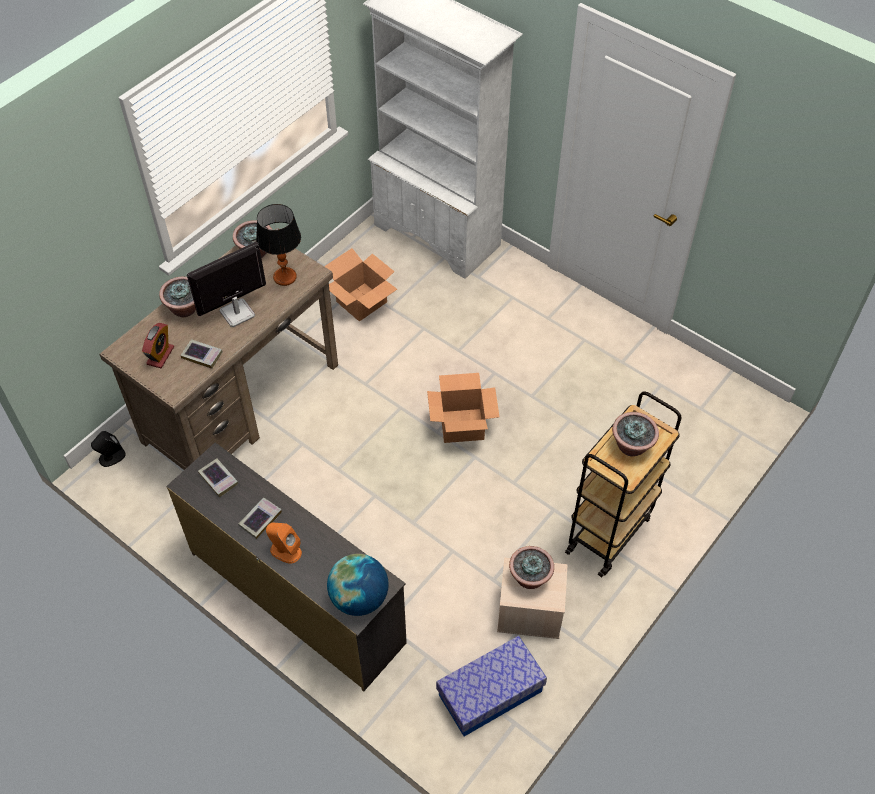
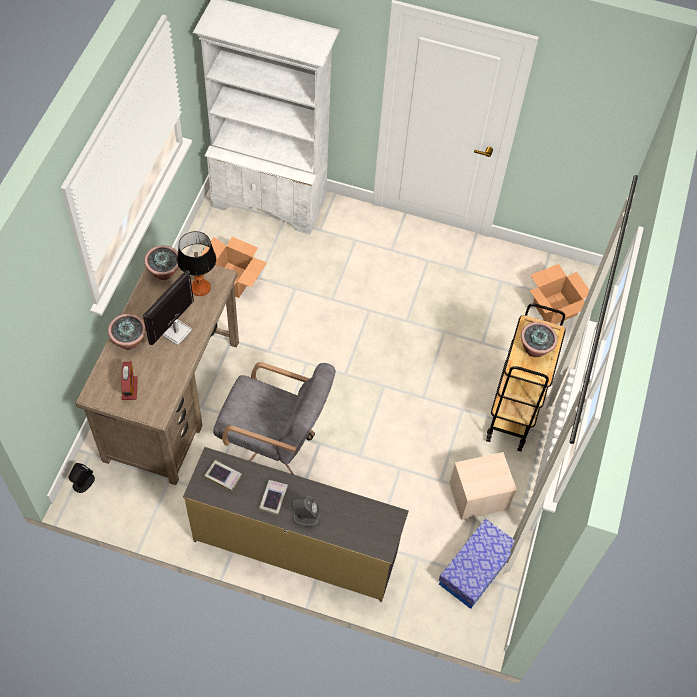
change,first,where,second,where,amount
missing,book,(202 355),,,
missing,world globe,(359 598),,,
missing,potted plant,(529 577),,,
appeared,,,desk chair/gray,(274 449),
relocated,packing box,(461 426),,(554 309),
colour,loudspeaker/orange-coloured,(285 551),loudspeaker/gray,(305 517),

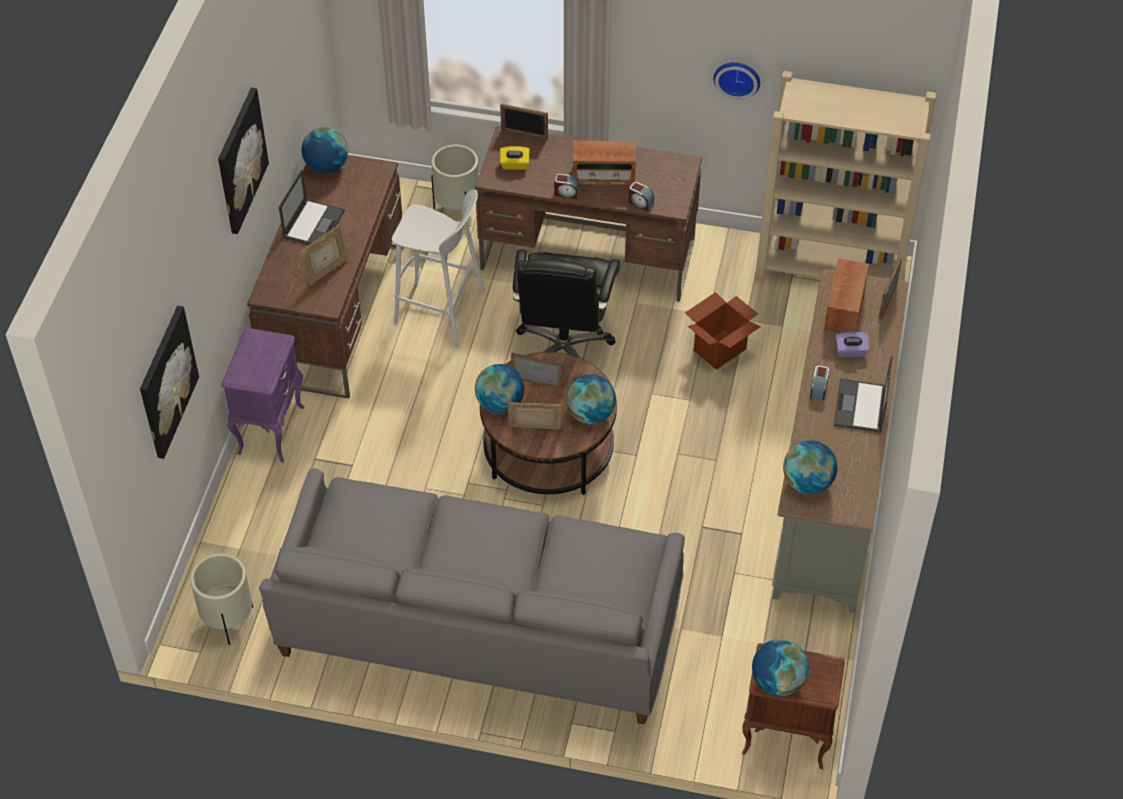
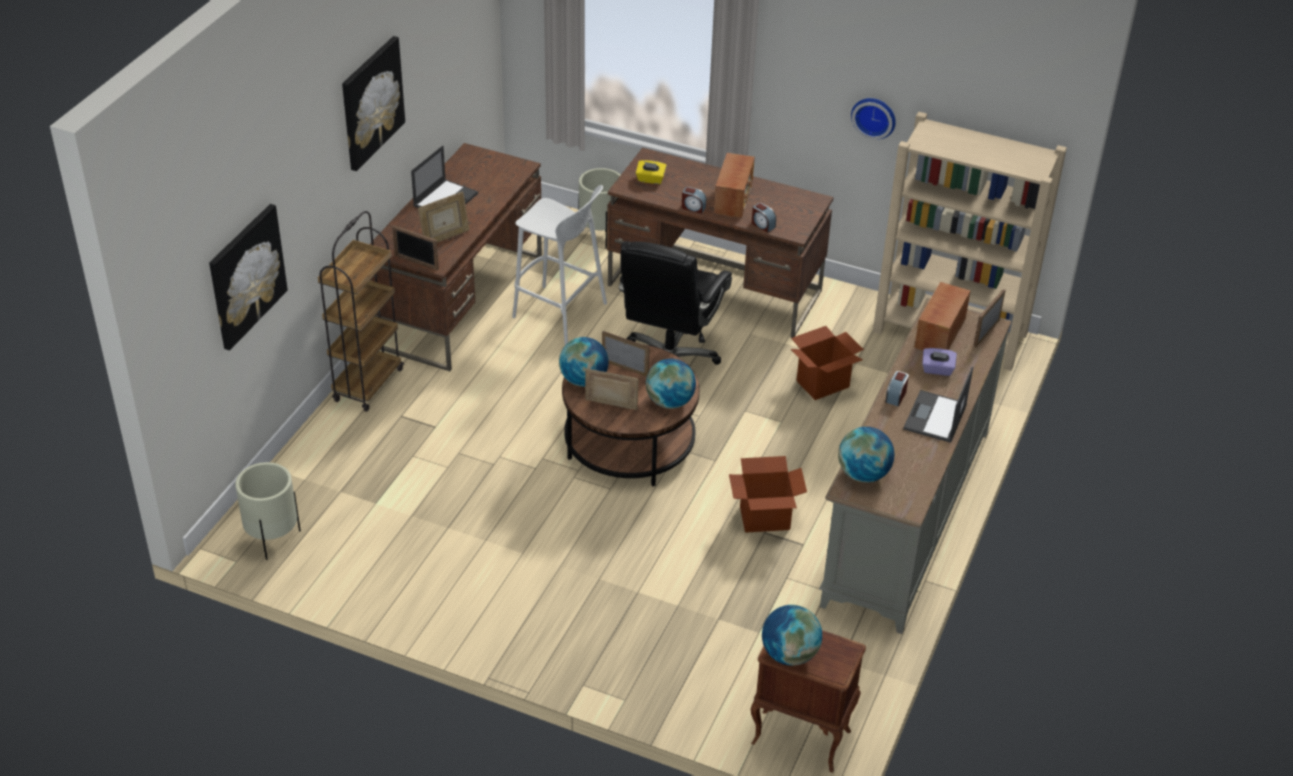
change,first,where,second,where,amount
missing,couch/gray,(478 627),,,
missing,world globe,(326 166),,,
appeared,,,packing box,(764 518),
relocated,photo frame,(524 134),,(416 262),
exchanged,night table/purple-coloured,(271 430),wheeled cart/brown,(367 386),
spun,radio,(603 175),,(733 199),90 degrees counterclockwise

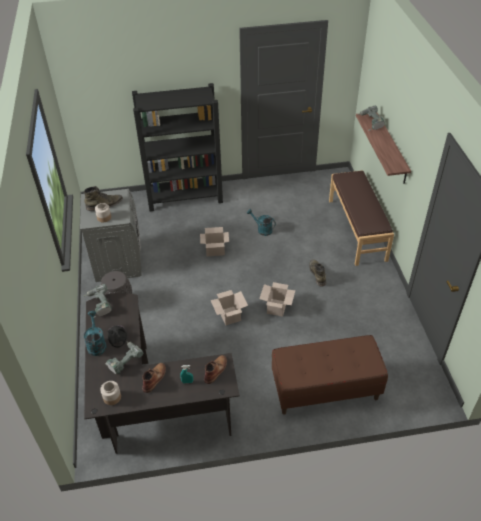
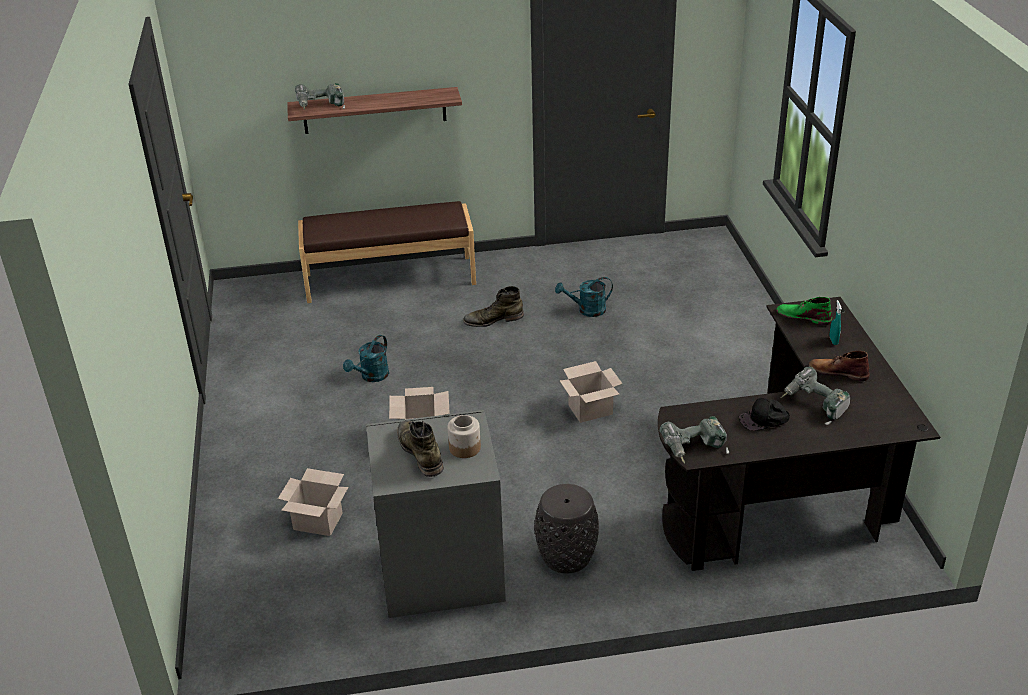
change,first,where,second,where,amount
missing,storage jar,(112 397),,,
missing,shelving unit/black,(185 196),,,
missing,long seat/brown,(325 389),,,
relocated,watering can/blue-green,(96 344),,(587 310),
relocated,packing box,(277 308),,(319 521),
colour,boot/brown,(216 370),boot/green,(803 316),

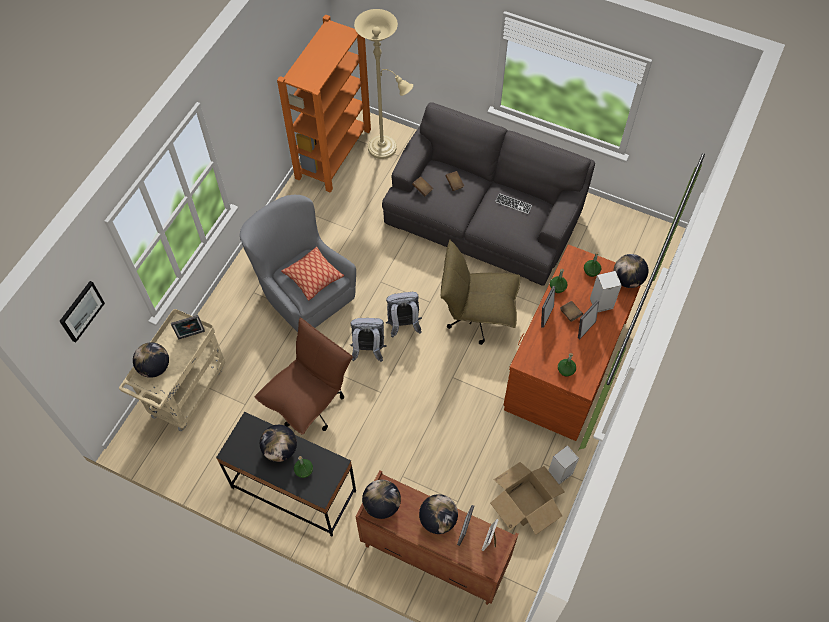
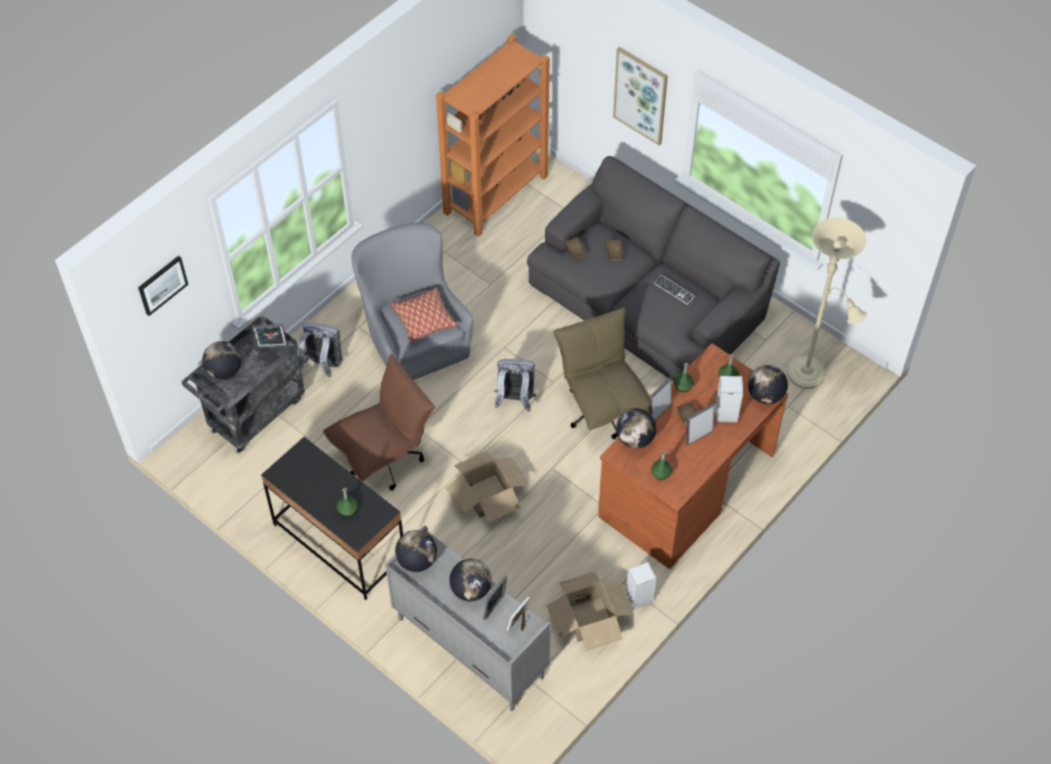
change,first,where,second,where,amount
appeared,,,packing box,(487 496),
appeared,,,wall art,(641 95),
relocated,world globe,(280 450),,(635 439),
relocated,rucksack/gray,(368 350),,(323 365),
relocated,floor lamp/beige,(386 149),,(810 376),
colour,wheeled cart/beige,(187 396),wheeled cart/black,(254 419),
colour,storage cabinet/brown,(434 556),storage cabinet/gray,(469 647),
spun,desk chair/beige,(477 316),,(602 410),45 degrees clockwise

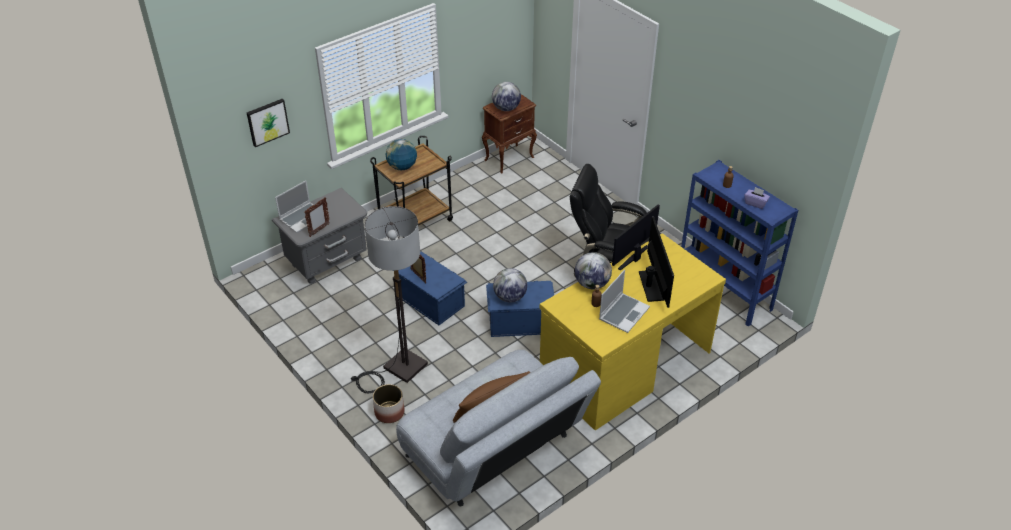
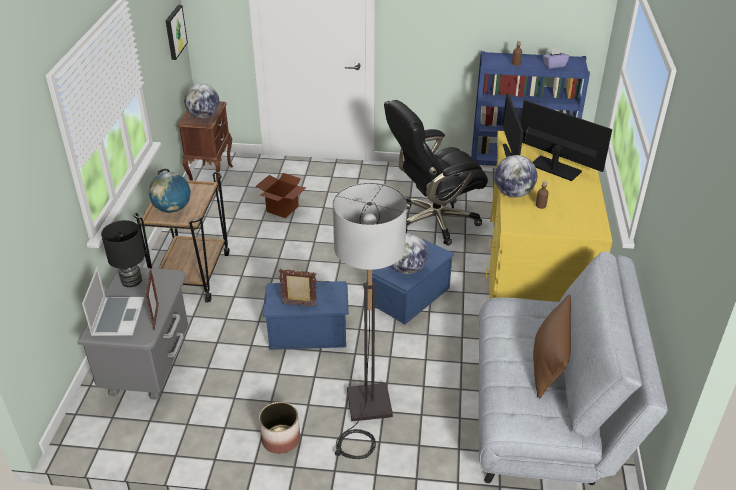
change,first,where,second,where,amount
missing,laptop,(623 313),,,
appeared,,,table lamp/black,(131 280),
appeared,,,packing box,(282 209),
relocated,wall art,(267 122),,(174 32),
relocated,plant pot,(389 412),,(280 439),

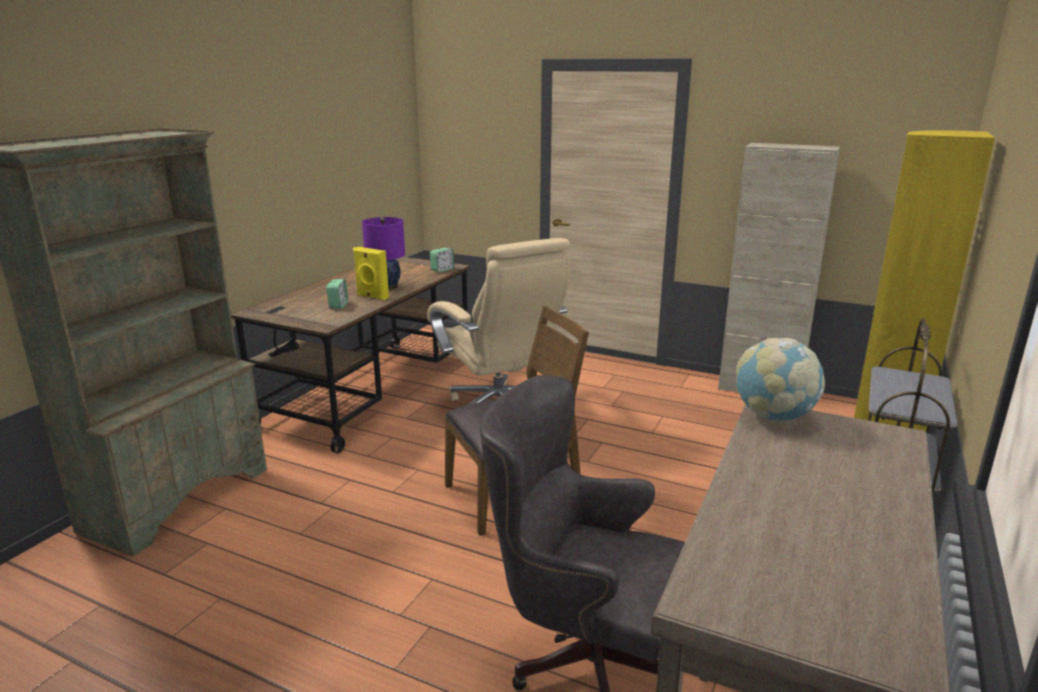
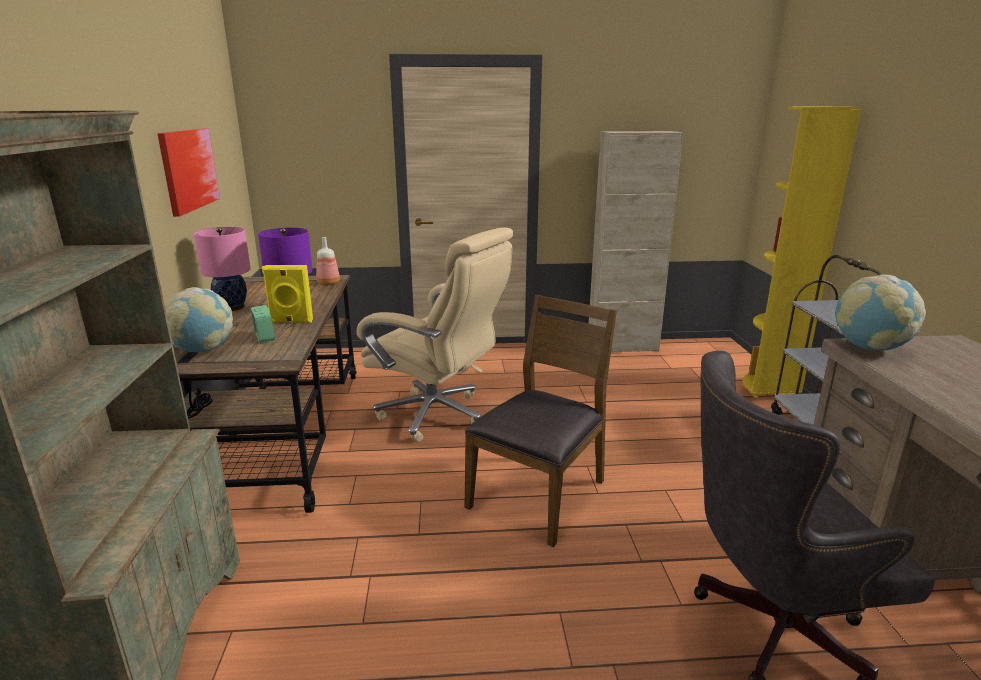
change,first,where,second,where,amount
appeared,,,wall art,(188 169),
appeared,,,world globe,(203 350),
appeared,,,table lamp/pink-coloured,(232 307),
exchanged,table clock,(442 270),drink bottle,(328 283),

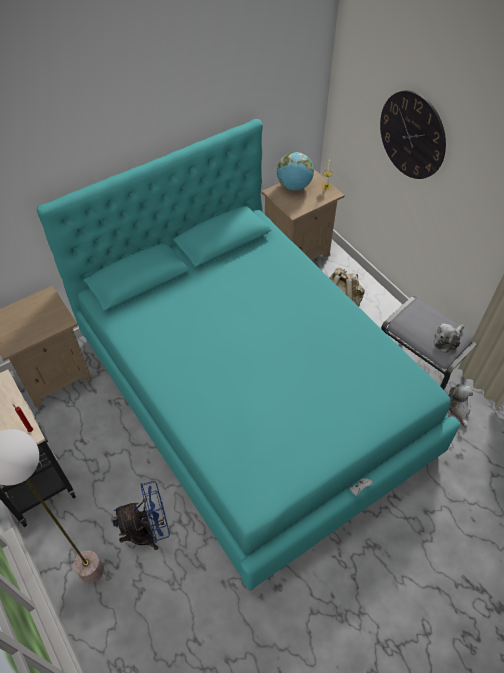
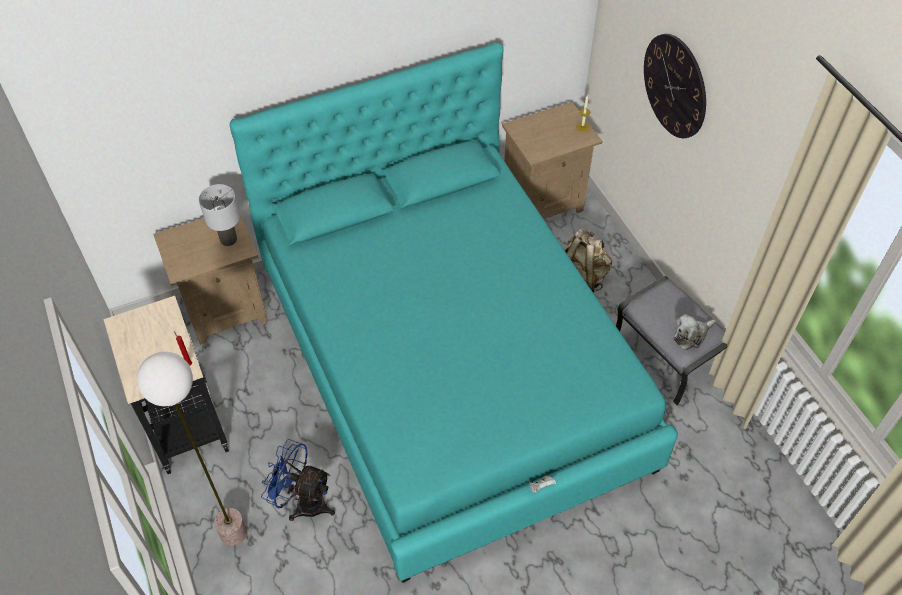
change,first,where,second,where,amount
missing,world globe,(294 186),,,
missing,cuddly toy,(458 408),,,
appeared,,,table lamp/whitish,(228 241),
spun,electric fan/blue,(149 532),,(303 502),150 degrees counterclockwise

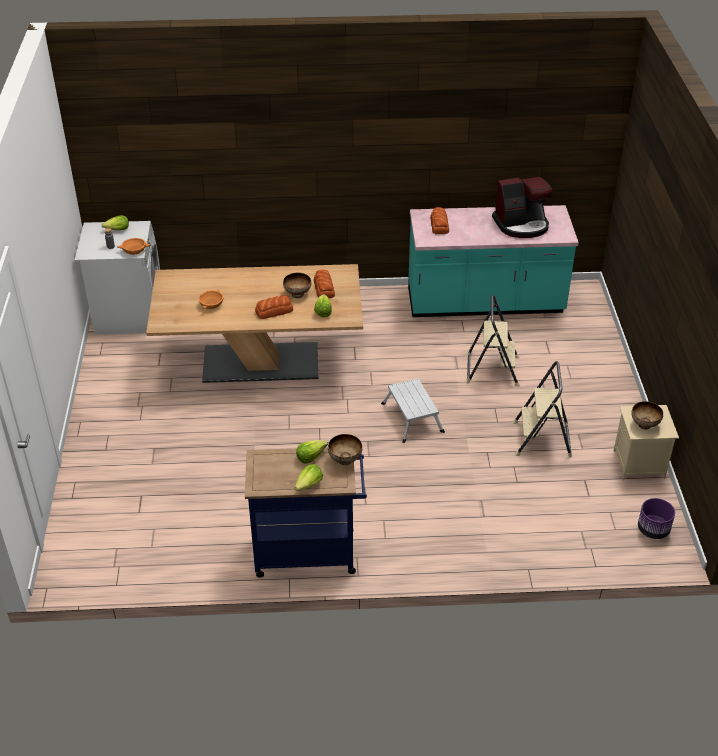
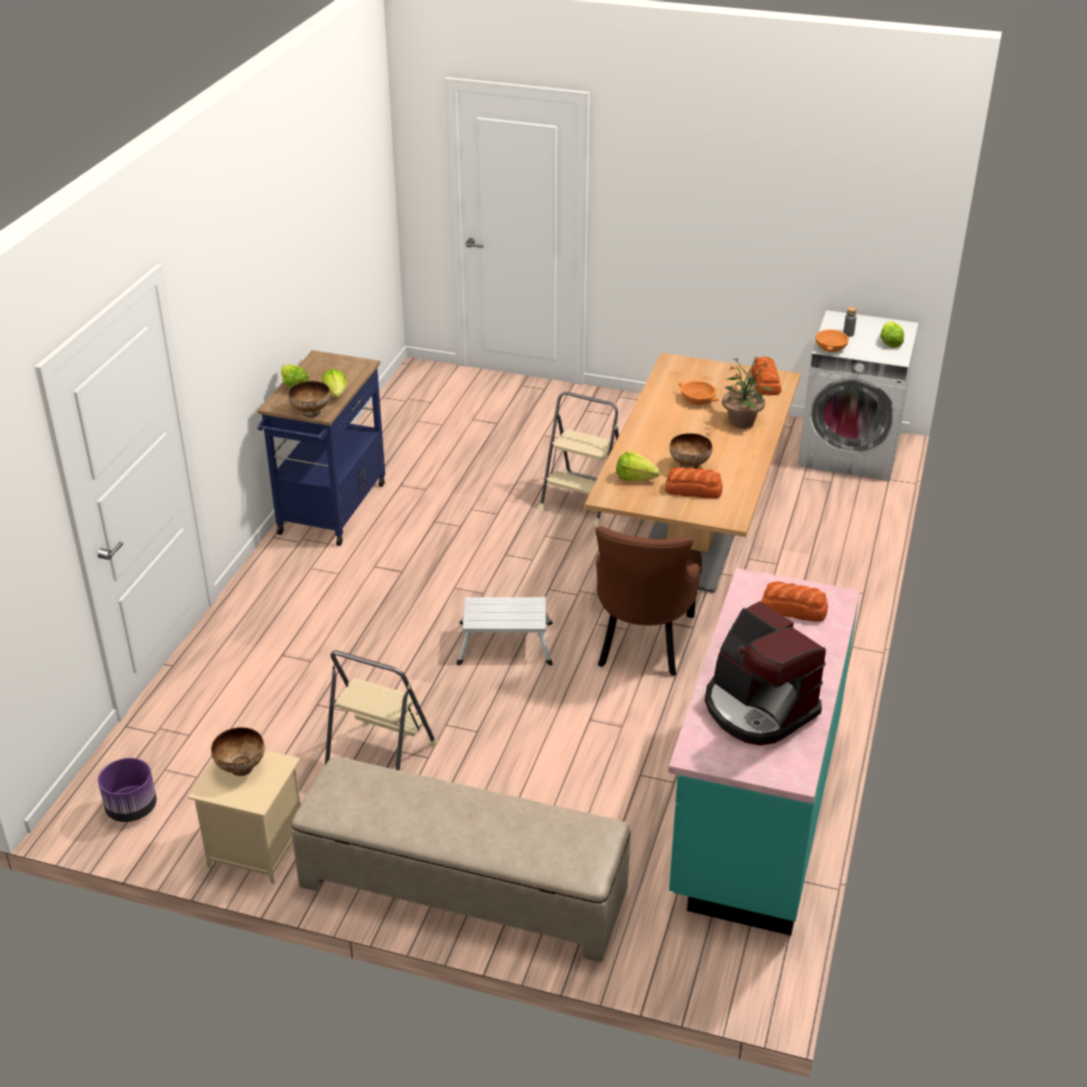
change,first,where,second,where,amount
appeared,,,long seat/beige,(461 887),
appeared,,,upright chair/brown,(643 638),
appeared,,,potted plant,(742 421),
relocated,bread,(274 311),,(765 383),
relocated,step ladder/beige,(490 369),,(584 497),
spun,coffee maker,(521 225),,(758 708),45 degrees counterclockwise

